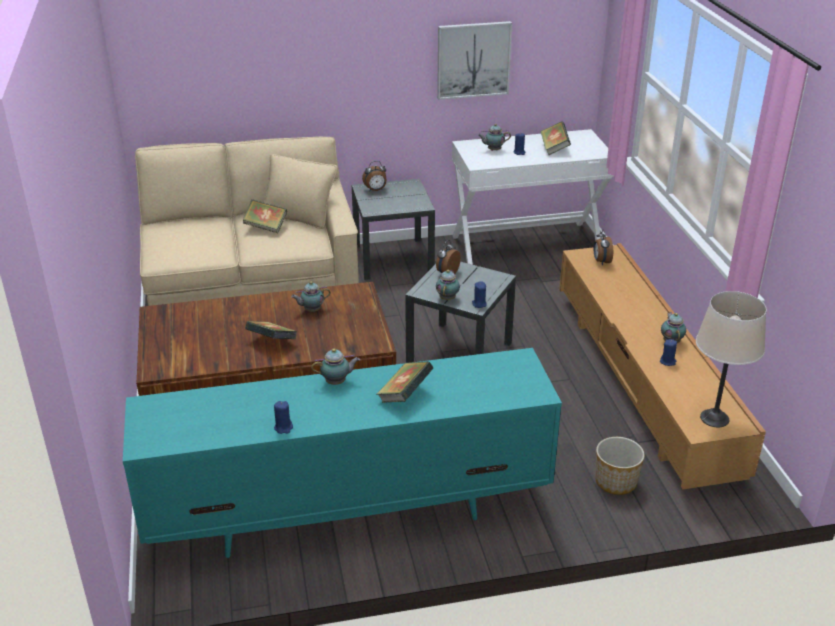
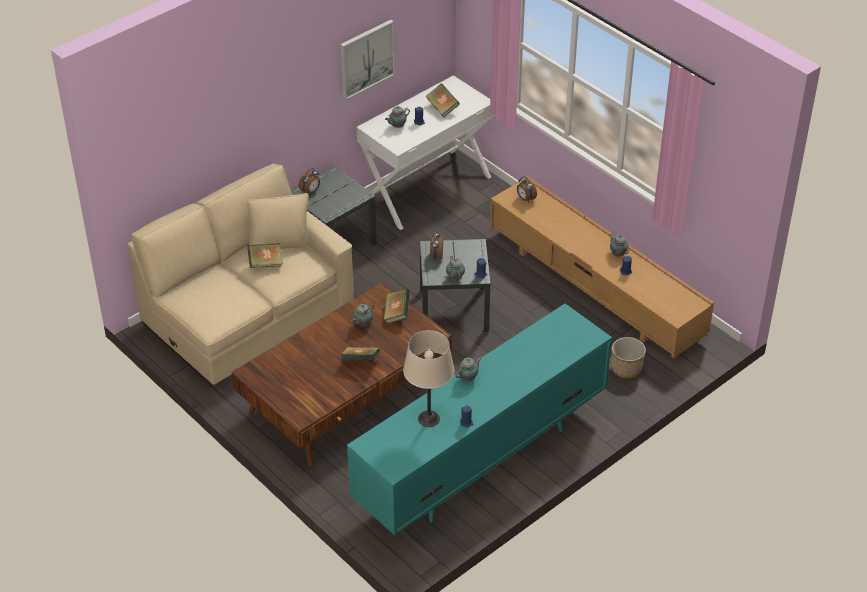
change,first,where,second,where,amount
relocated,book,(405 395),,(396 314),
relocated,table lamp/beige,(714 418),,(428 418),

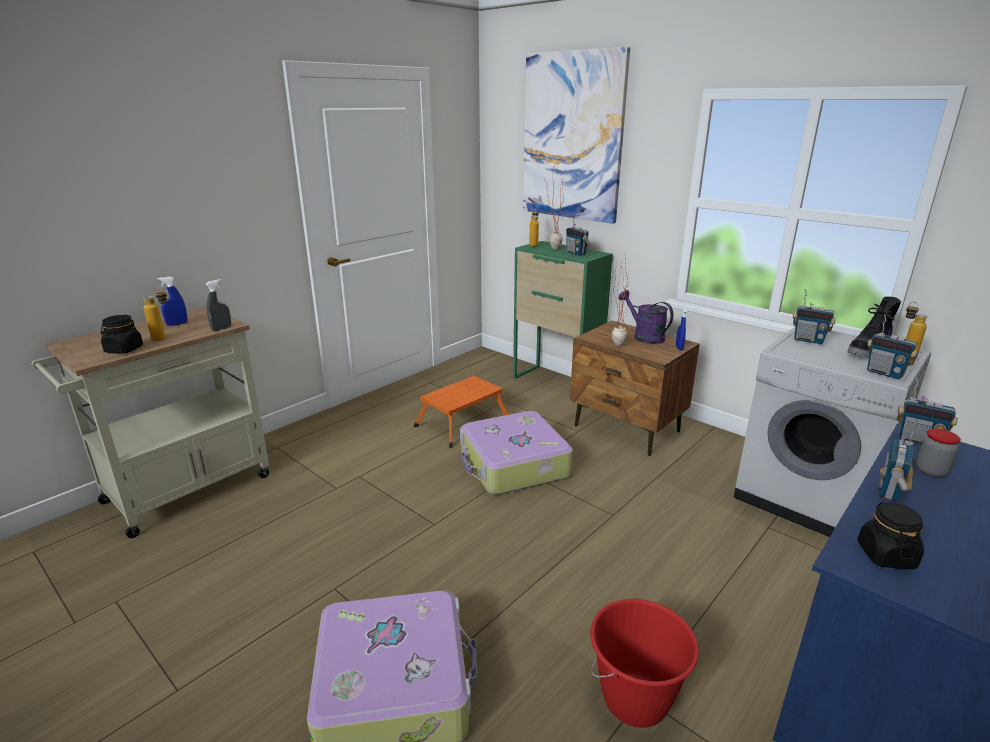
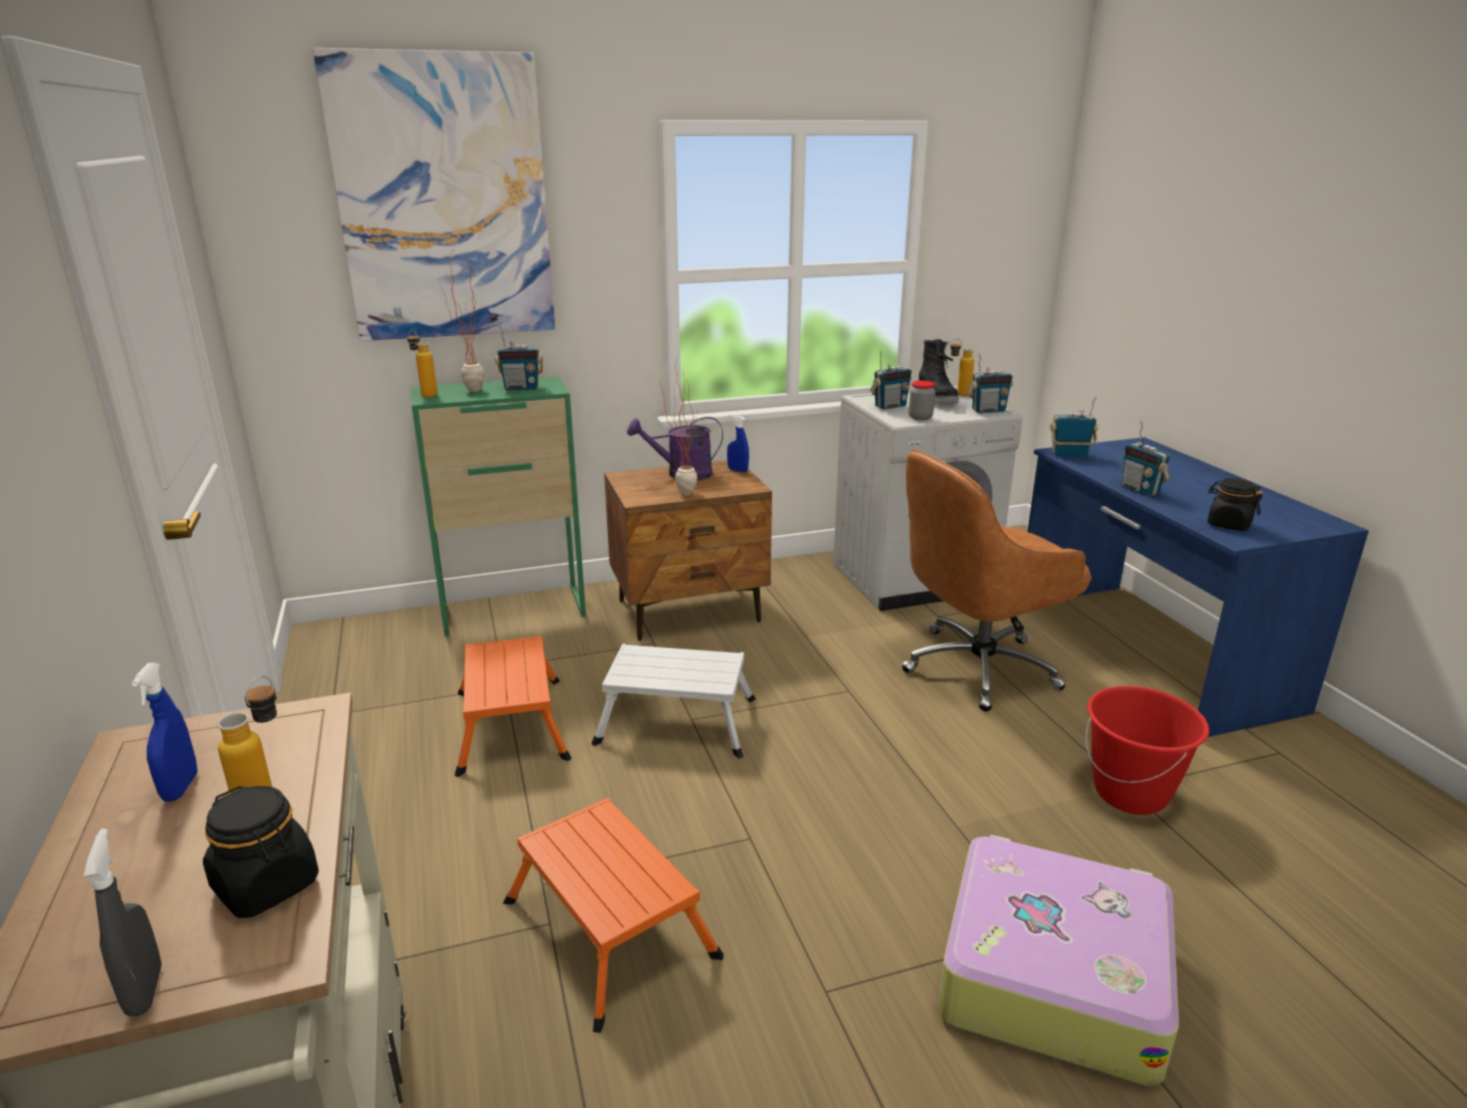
change,first,where,second,where,amount
appeared,,,step ladder/orange-coloured,(609 927),
appeared,,,desk chair/brown,(978 667),
relocated,spray bottle/gray,(221 329),,(145 991),
relocated,storage jar,(931 471),,(920 417),
exchanged,suitcase,(513 465),step ladder/whitish,(677 721),
spun,radio,(917 441),,(1069 455),150 degrees counterclockwise

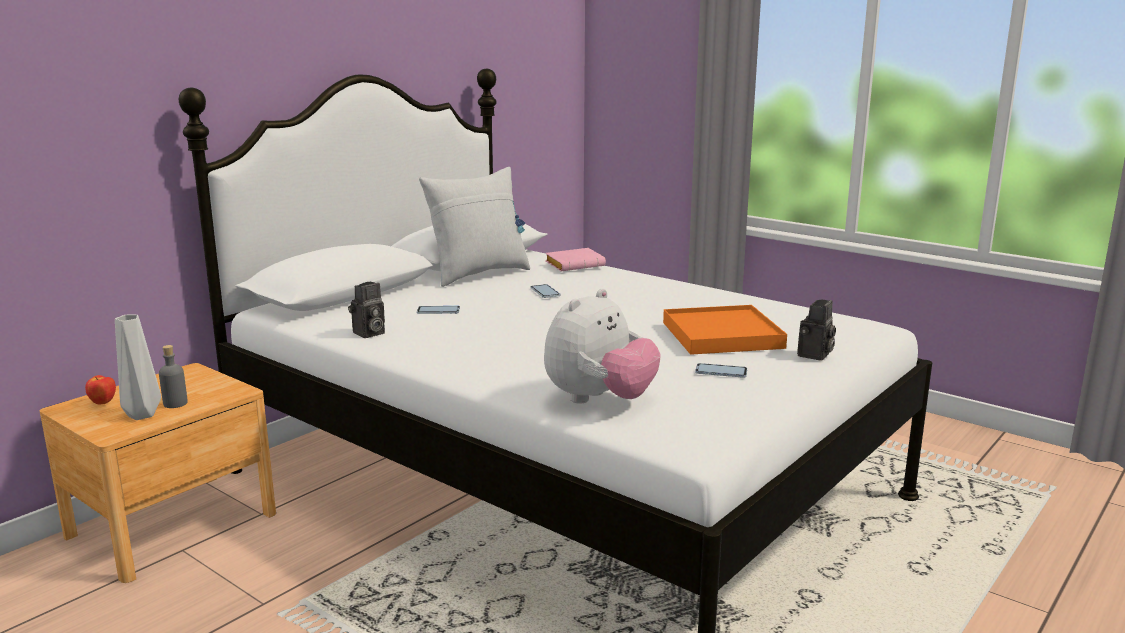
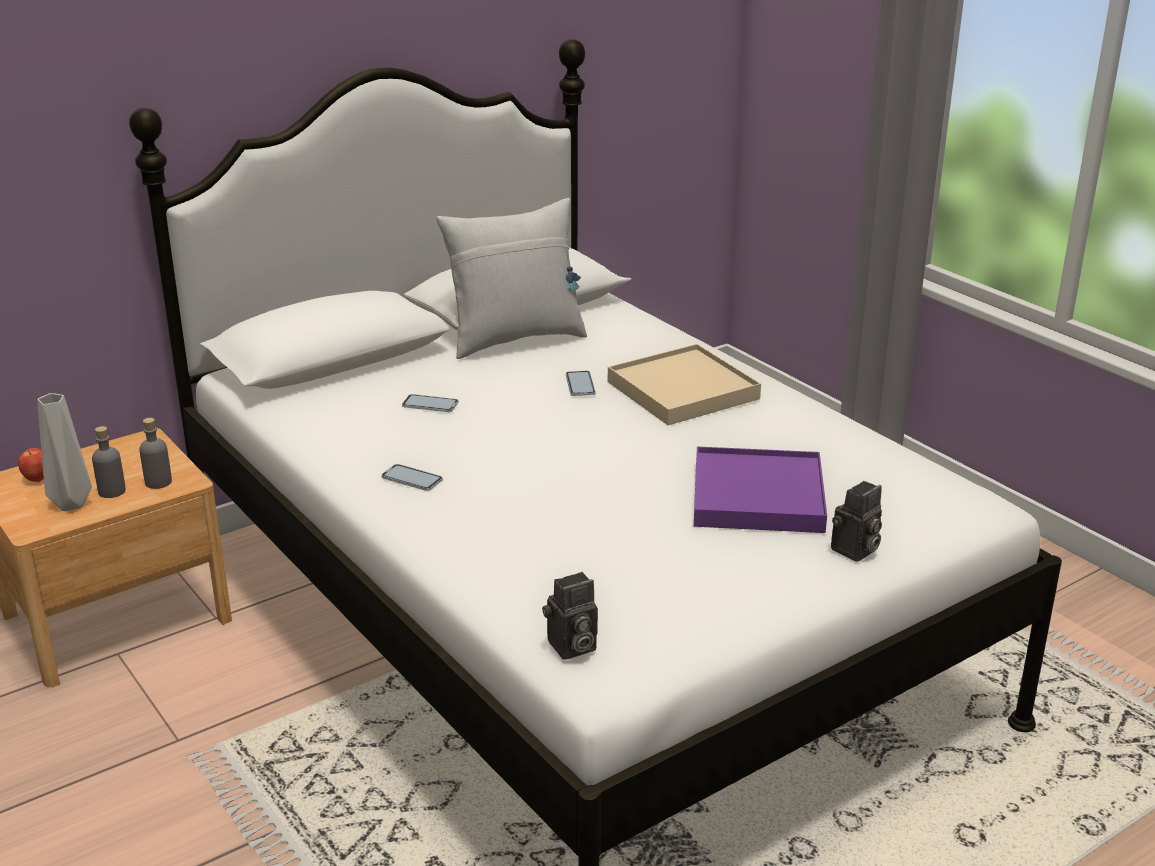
change,first,where,second,where,amount
missing,cuddly toy,(599 400),,,
missing,book/pink-coloured,(575 265),,,
appeared,,,drink bottle/gray,(158 482),
appeared,,,tray/beige,(682 390),
relocated,still camera,(368 334),,(571 648),
relocated,telephone,(721 372),,(412 479),
colour,tray/orange-coloured,(722 335),tray/purple-coloured,(758 496),

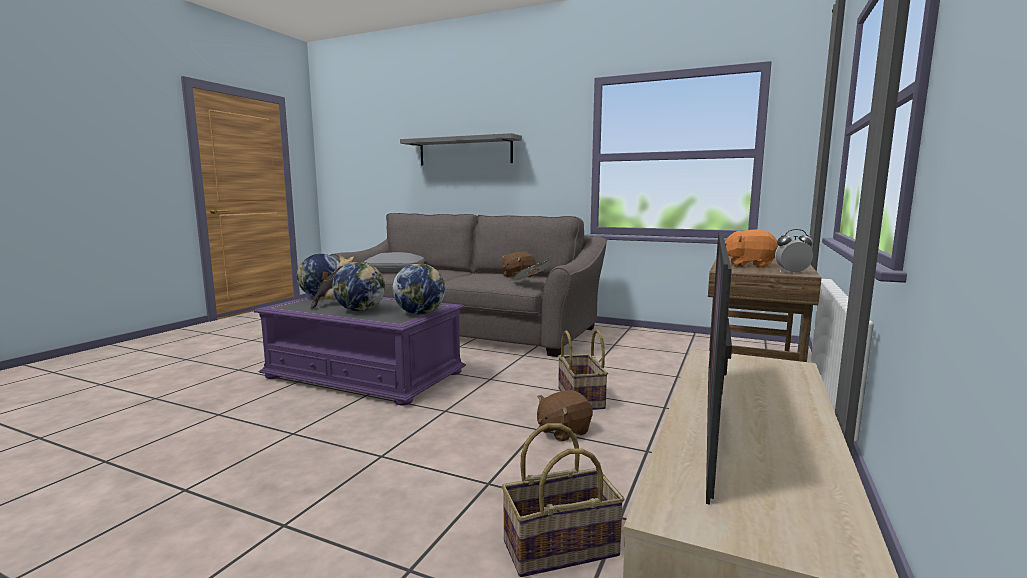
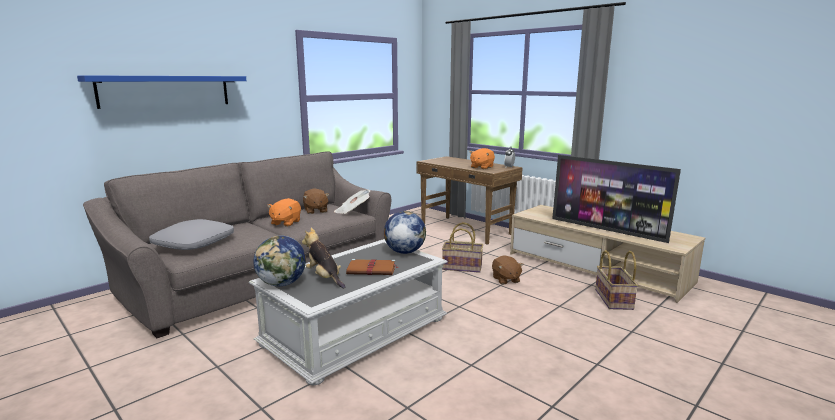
change,first,where,second,where,amount
appeared,,,cuddly toy/orange-coloured,(285 223),
exchanged,world globe,(360 310),book/brown,(372 269),
colour,lounge table/purple-coloured,(365 375),lounge table/whitish,(356 331),
colour,shelf/gray,(465 151),shelf/blue,(166 91),

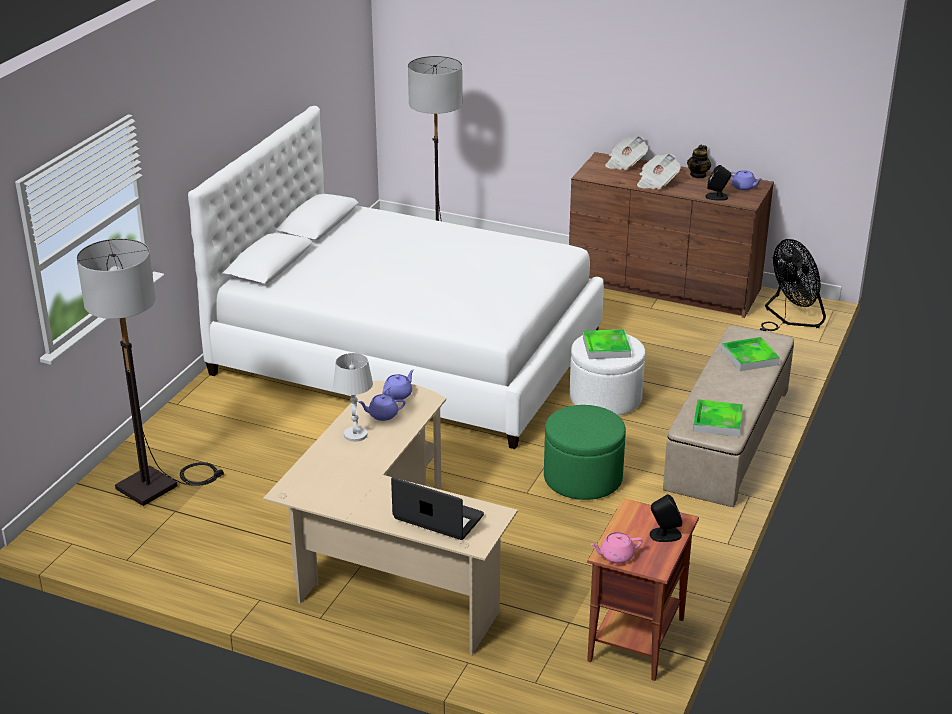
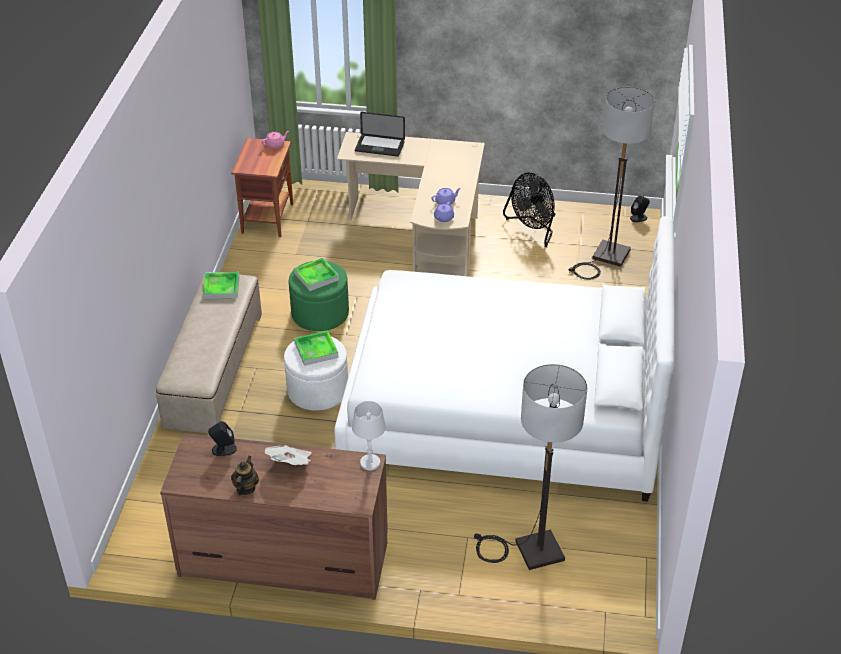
change,first,where,second,where,amount
missing,printed paper,(625 164),,,
missing,tea pot/purple-coloured,(744 187),,,
relocated,table lamp/whitish,(355 435),,(370 463),
relocated,loudspeaker/black,(665 535),,(638 218),
relocated,tray,(750 357),,(316 276),
relocated,electric fan/black,(786 315),,(533 227),

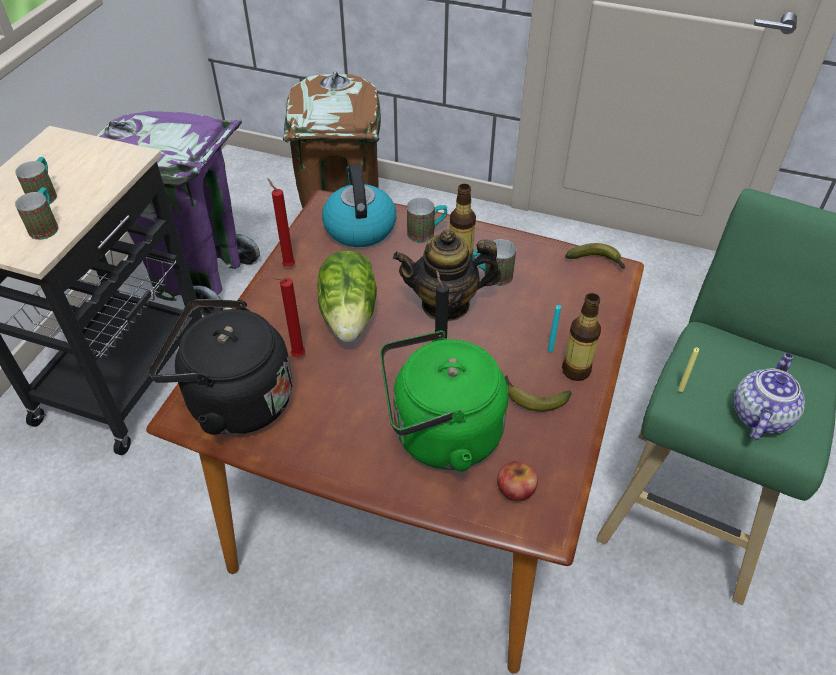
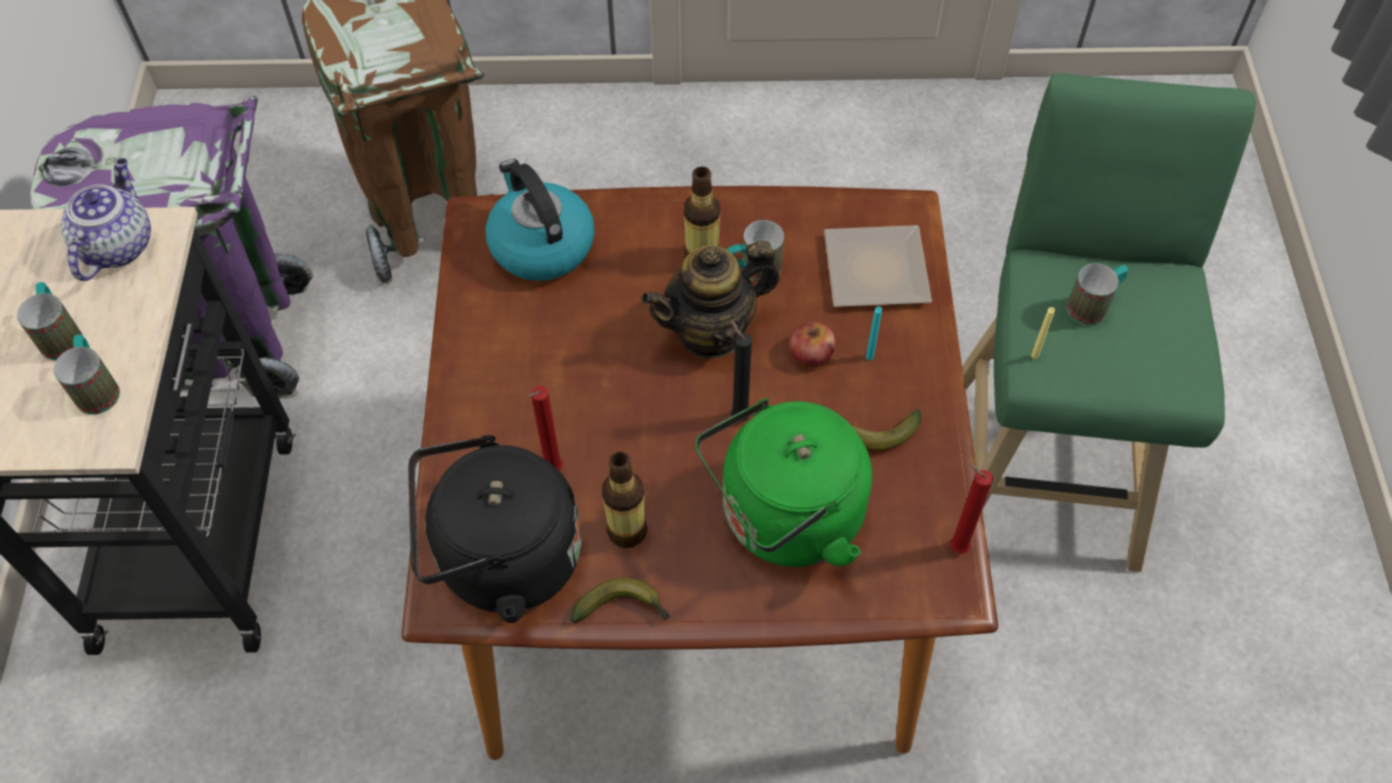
change,first,where,second,where,amount
missing,head of lettuce,(350 314),,,
appeared,,,dinner plate,(872 268),
relocated,wax candle/red,(287 265),,(955 546),
relocated,coffee mug,(427 233),,(1093 305),
relocated,apple,(516 488),,(811 353),
relocated,drink bottle,(576 370),,(627 530),
relocated,banana,(597 261),,(624 609),
relocated,tea pot,(760 415),,(117 245),

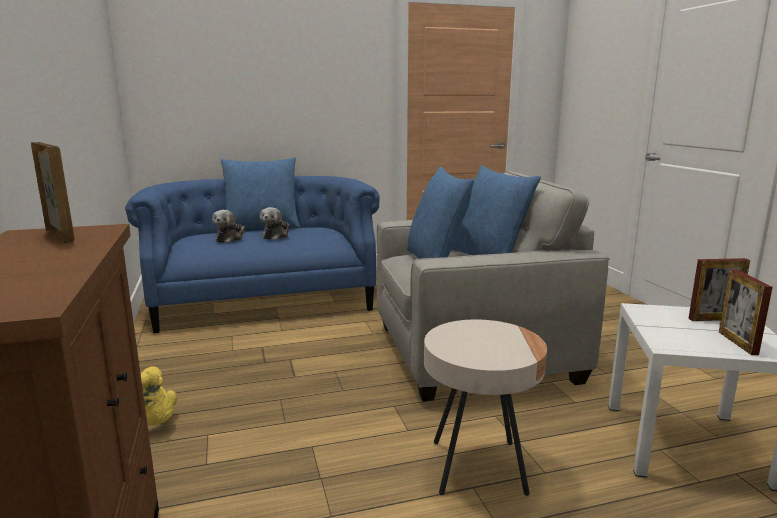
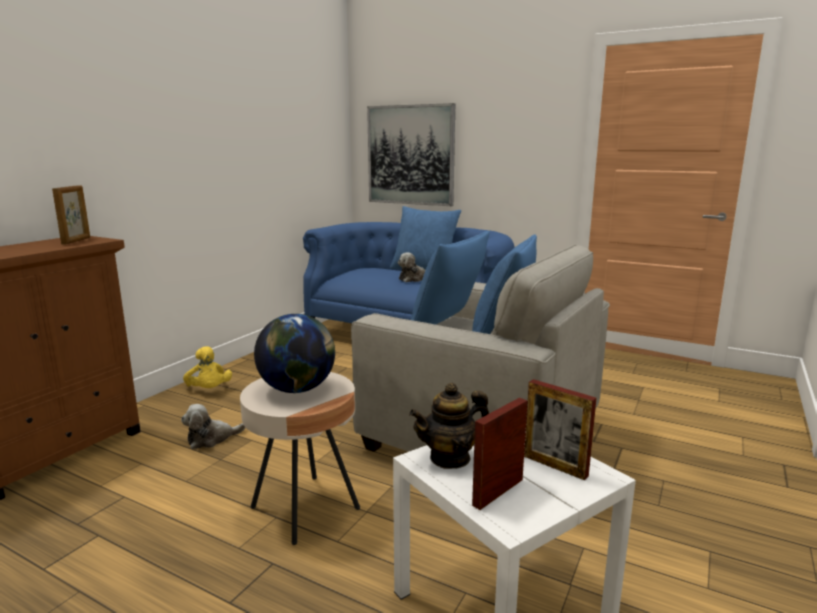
change,first,where,second,where,amount
appeared,,,world globe,(297 389),
appeared,,,wall art,(410 155),
appeared,,,tea pot,(450 458),
relocated,cuddly toy,(230 238),,(211 439),

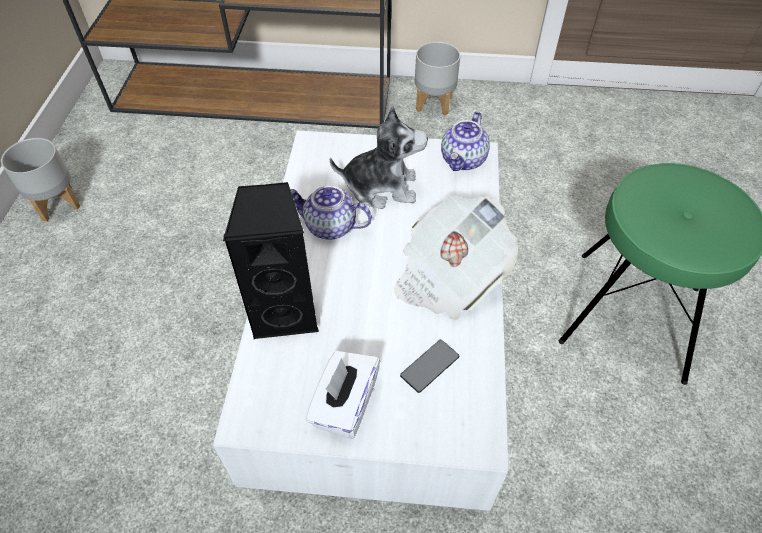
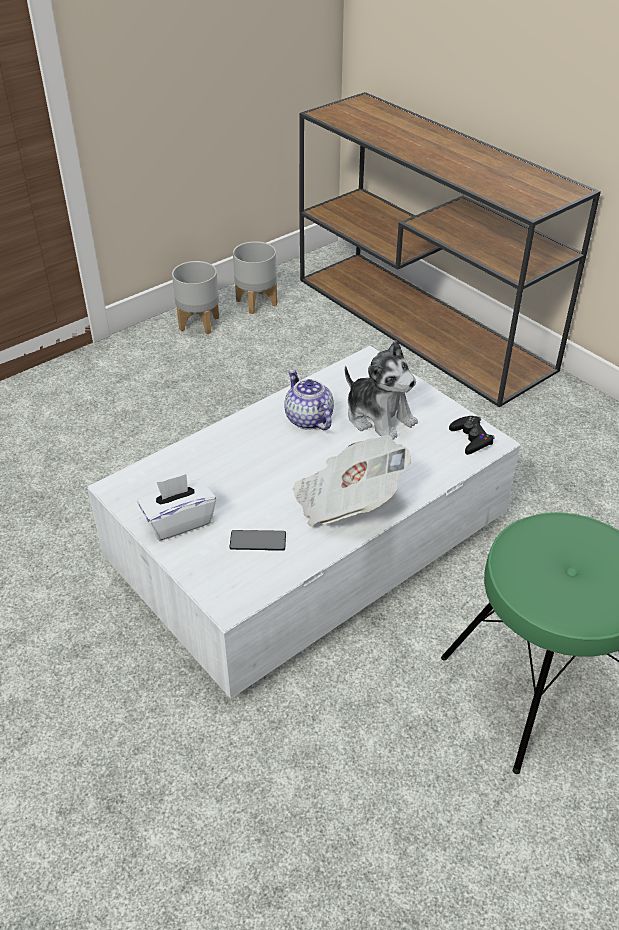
change,first,where,second,where,amount
missing,loudspeaker/black,(286 312),,,
relocated,plant pot/gray,(434 103),,(257 302),
exchanged,tea pot,(464 160),game controller/black,(471 438),

